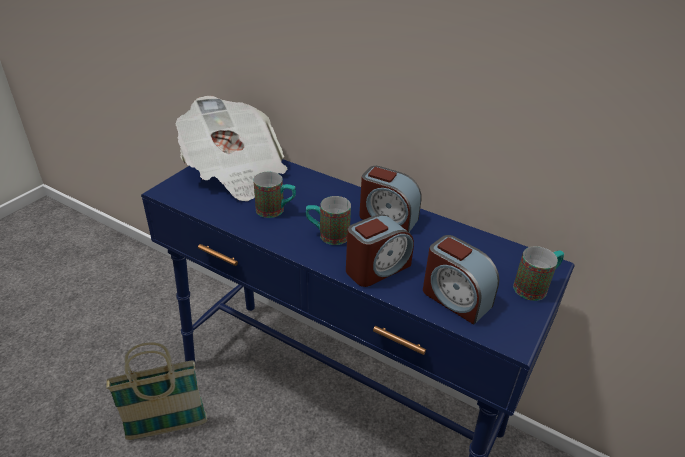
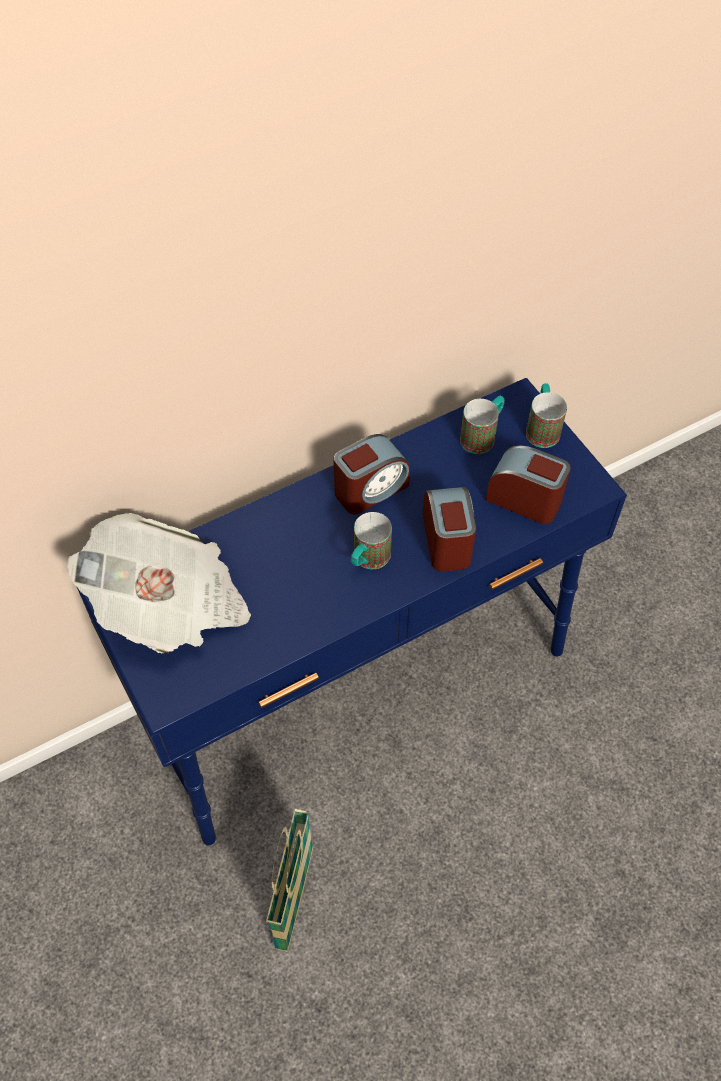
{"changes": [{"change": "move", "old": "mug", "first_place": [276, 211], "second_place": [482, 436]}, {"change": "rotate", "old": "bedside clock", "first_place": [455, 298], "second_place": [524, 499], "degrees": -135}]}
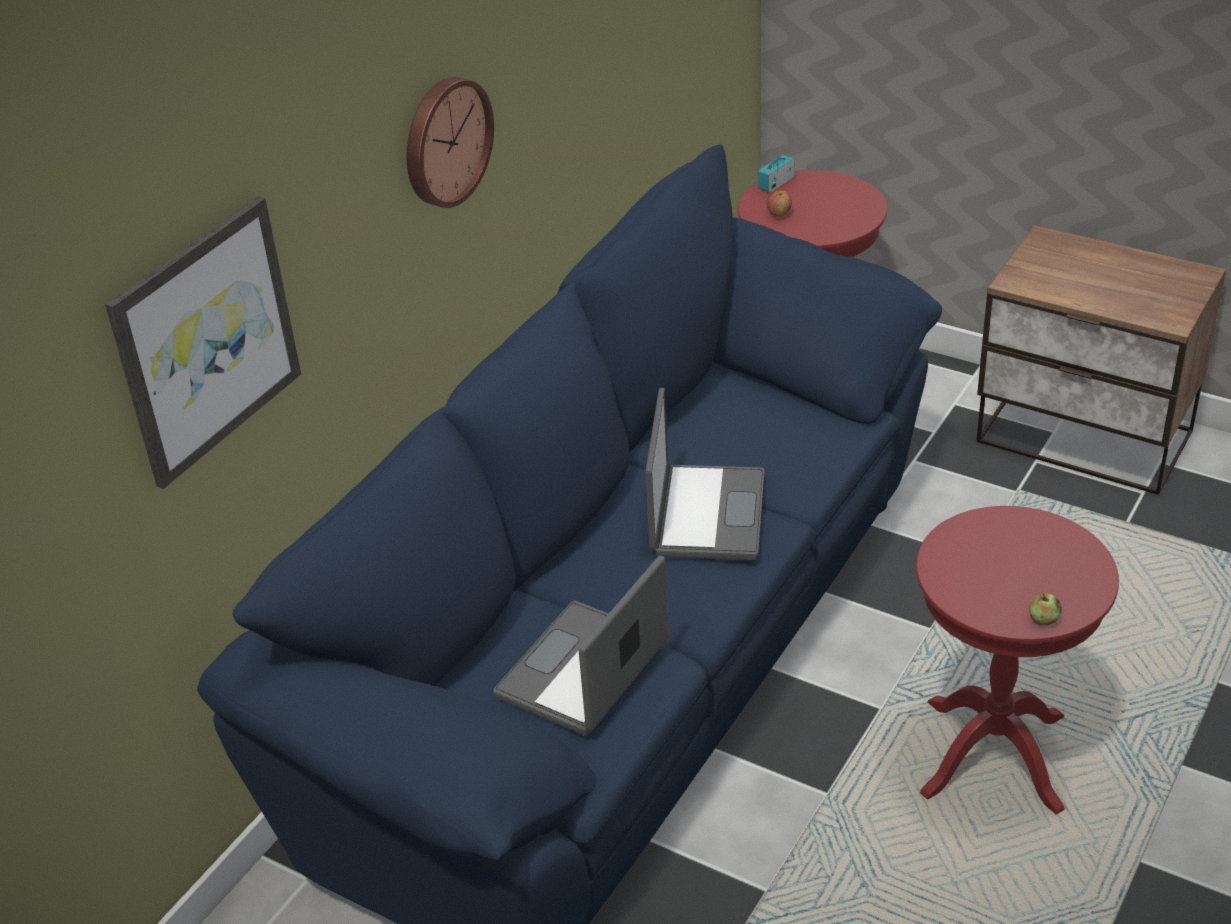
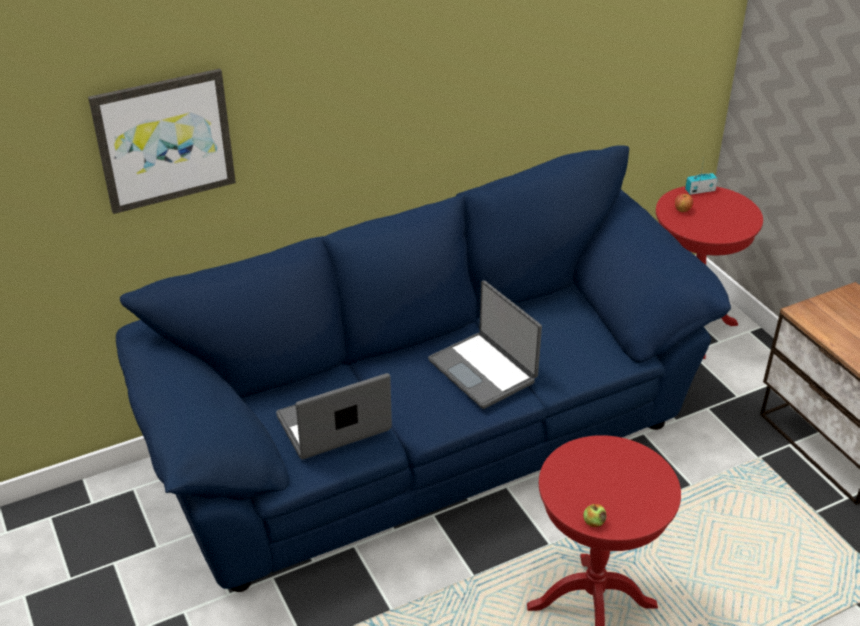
{"changes": [{"change": "rotate", "old": "portable computer", "first_place": [705, 514], "second_place": [484, 370], "degrees": 105}, {"change": "delete", "old": "clock on the wall", "first_place": [444, 141]}]}
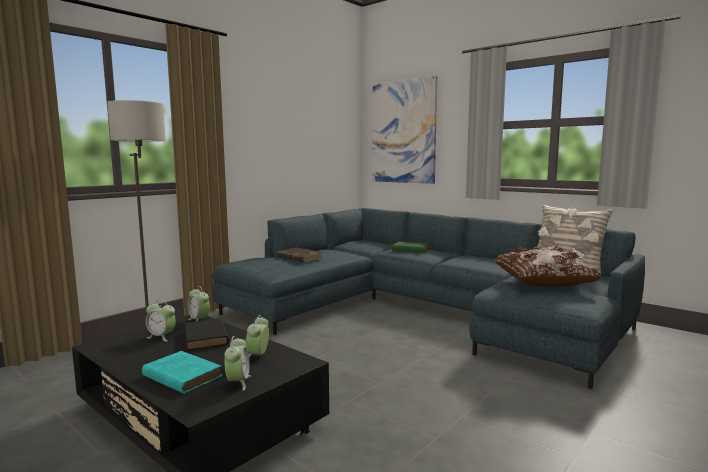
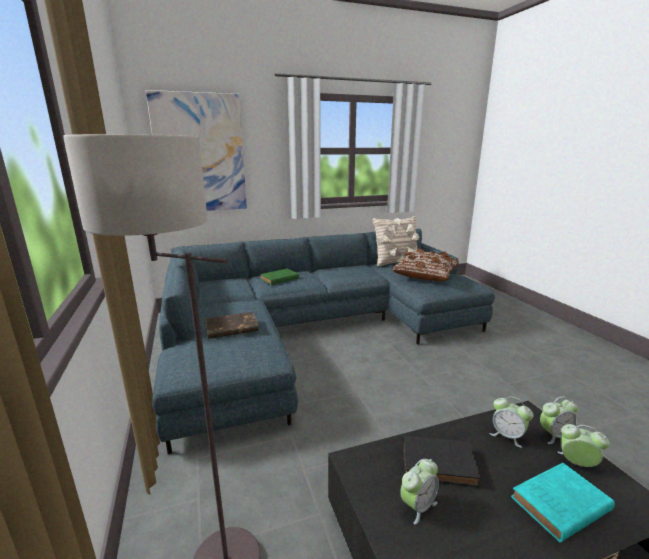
{"changes": [{"change": "move", "old": "bedside clock", "first_place": [199, 320], "second_place": [554, 435]}]}
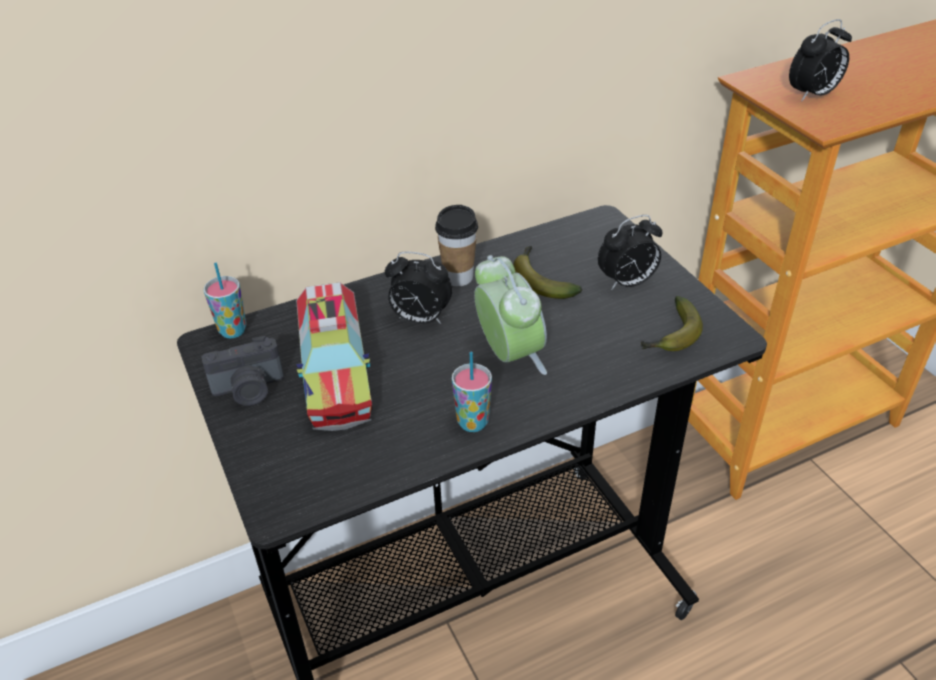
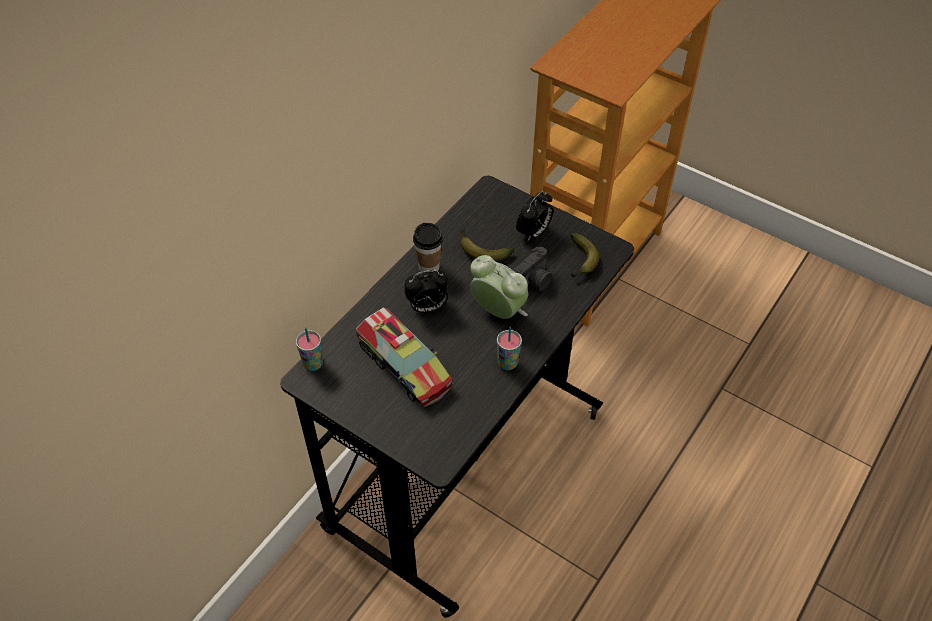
{"changes": [{"change": "move", "old": "still camera", "first_place": [249, 390], "second_place": [533, 282]}, {"change": "delete", "old": "bedside clock", "first_place": [812, 95]}]}
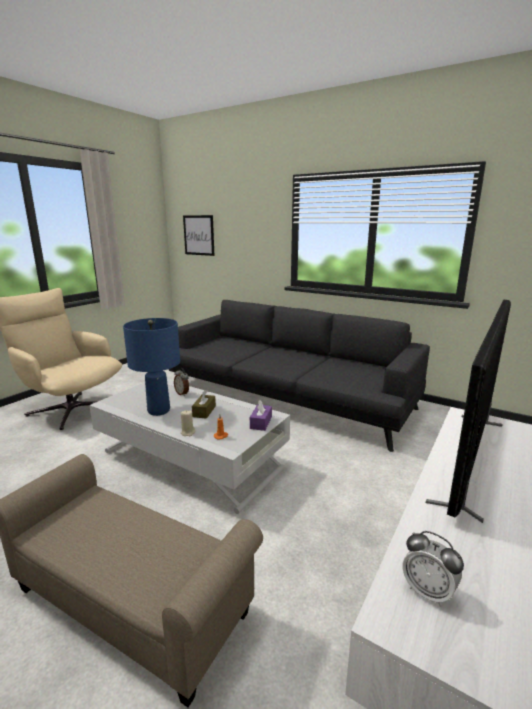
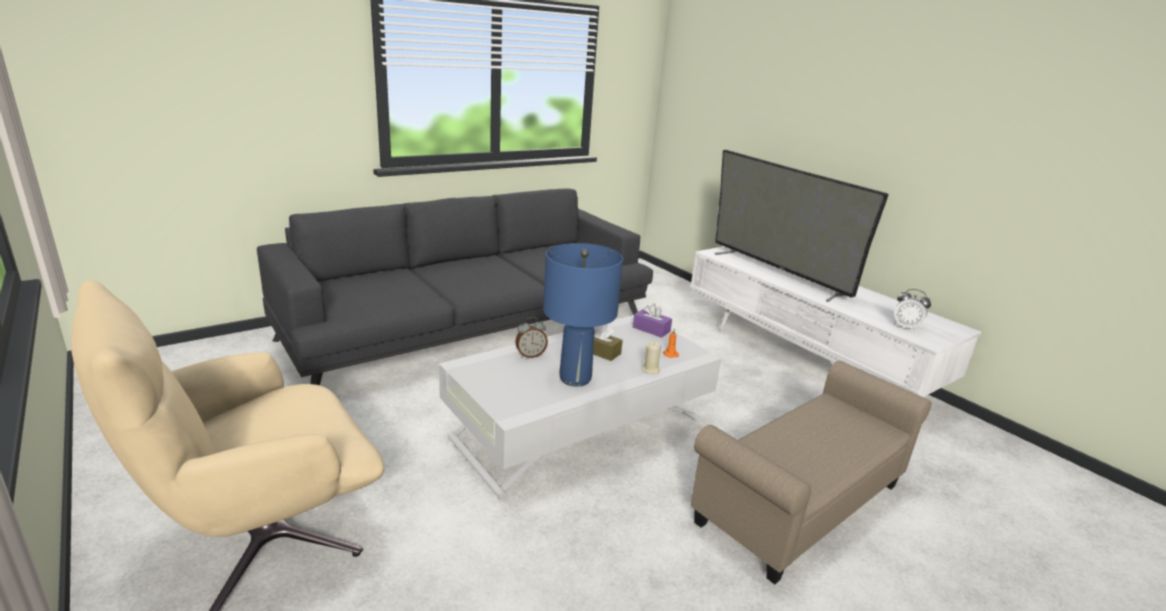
{"changes": [{"change": "rotate", "old": "bedside clock", "first_place": [427, 591], "second_place": [906, 327], "degrees": 60}, {"change": "delete", "old": "picture", "first_place": [199, 235]}]}
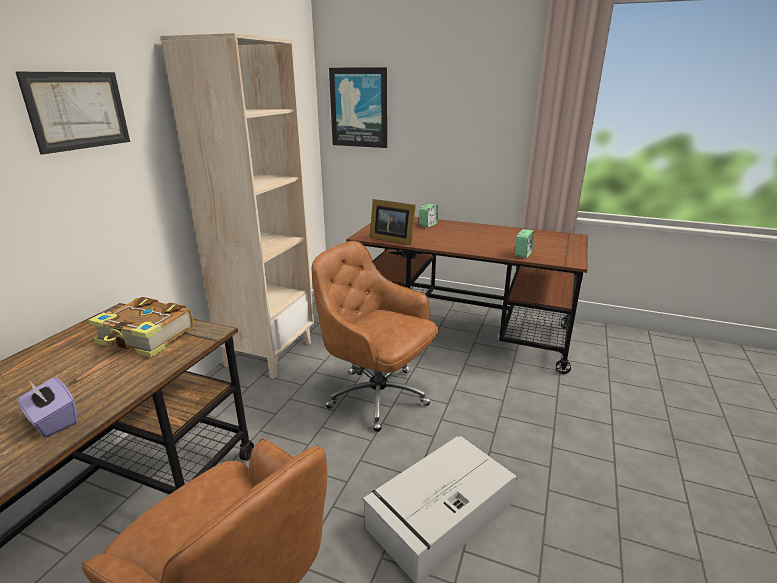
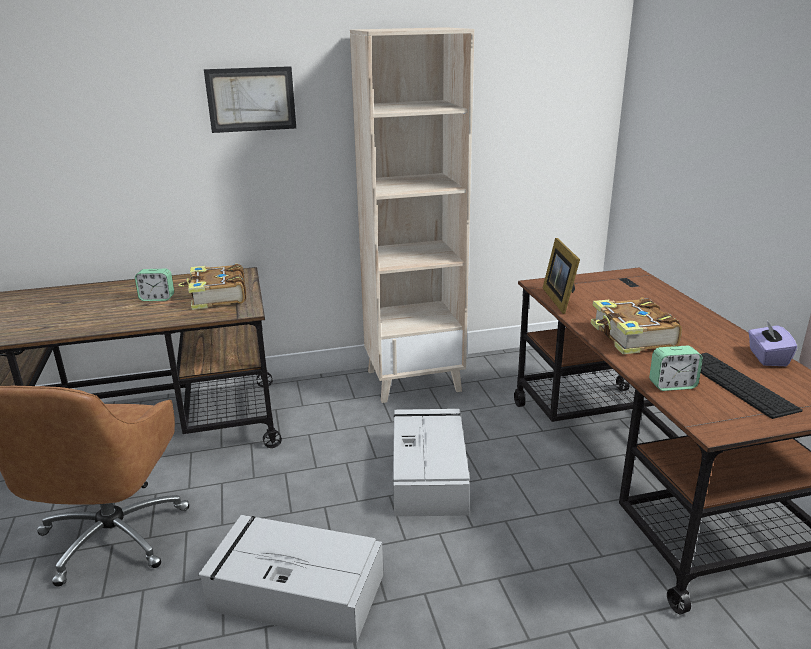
{"changes": [{"change": "move", "old": "bedside clock", "first_place": [428, 225], "second_place": [157, 298]}, {"change": "replace", "old": "desk chair (brown-coloured)", "new": "storage box (greyish)", "first_place": [378, 395], "second_place": [429, 473]}, {"change": "insert", "new": "bound book", "second_place": [632, 337]}, {"change": "insert", "new": "computer keyboard", "second_place": [736, 383]}, {"change": "move", "old": "tissue holder (purple)", "first_place": [53, 421], "second_place": [767, 357]}, {"change": "delete", "old": "picture", "first_place": [359, 108]}]}
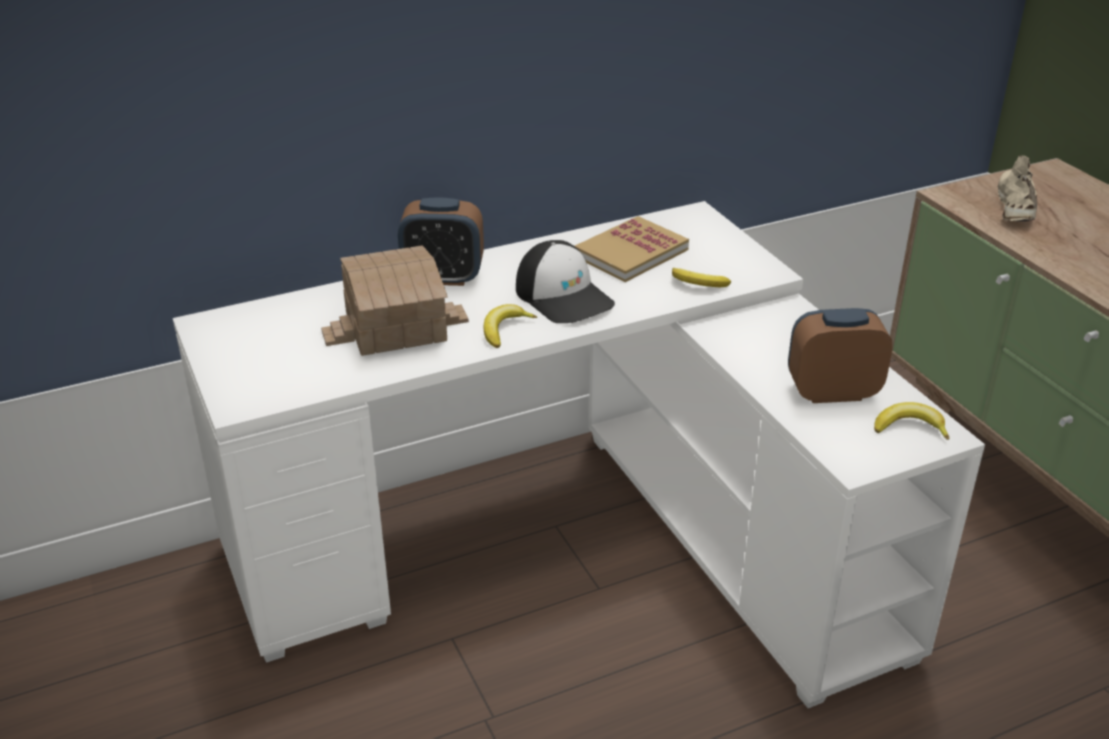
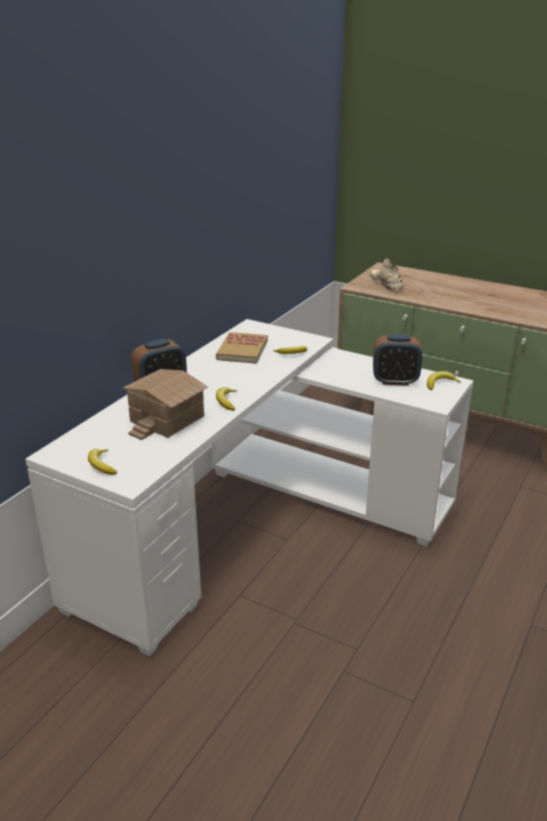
{"changes": [{"change": "insert", "new": "whole banana", "second_place": [101, 465]}, {"change": "rotate", "old": "bedside clock", "first_place": [832, 392], "second_place": [395, 381], "degrees": -135}, {"change": "delete", "old": "baseball cap", "first_place": [564, 296]}]}
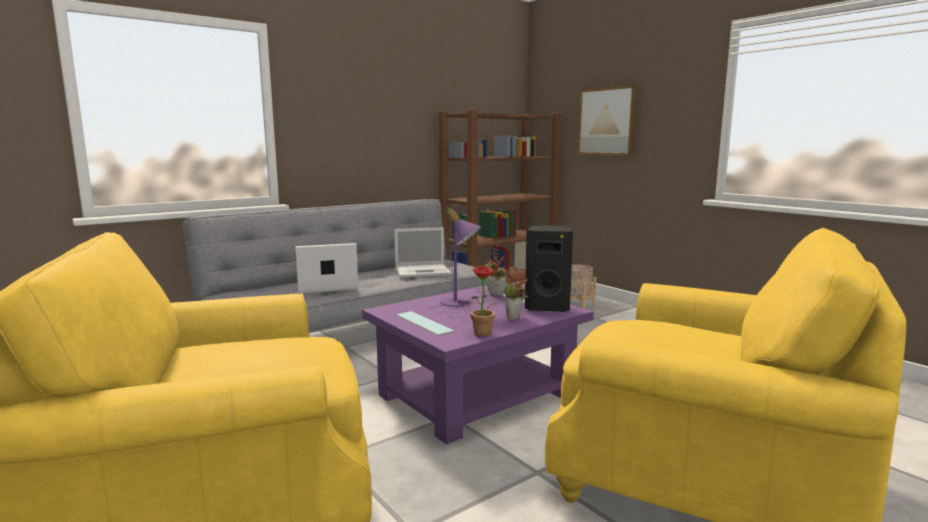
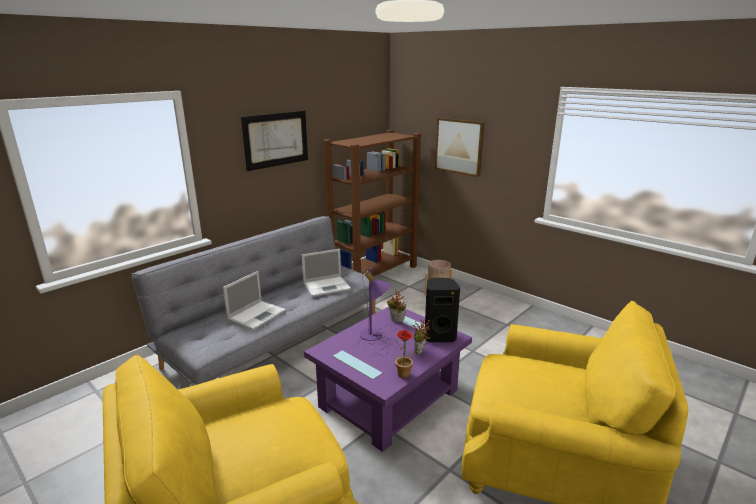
{"changes": [{"change": "rotate", "old": "portable computer", "first_place": [325, 286], "second_place": [257, 314], "degrees": 150}, {"change": "insert", "new": "picture", "second_place": [276, 139]}]}
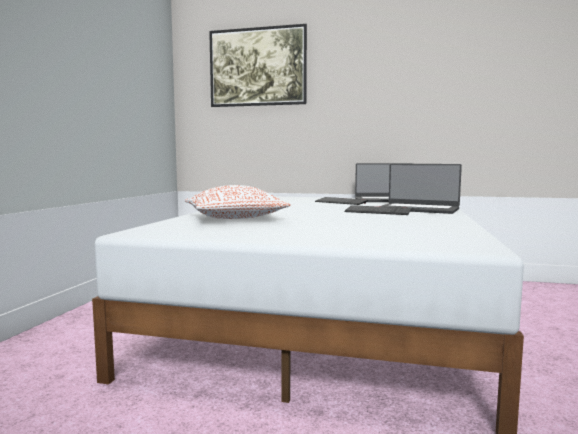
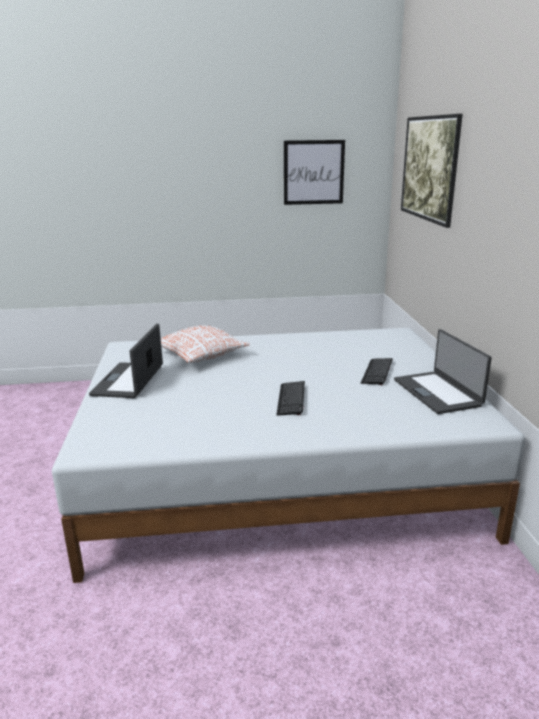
{"changes": [{"change": "move", "old": "portable computer", "first_place": [418, 209], "second_place": [129, 380]}, {"change": "insert", "new": "picture", "second_place": [313, 172]}]}
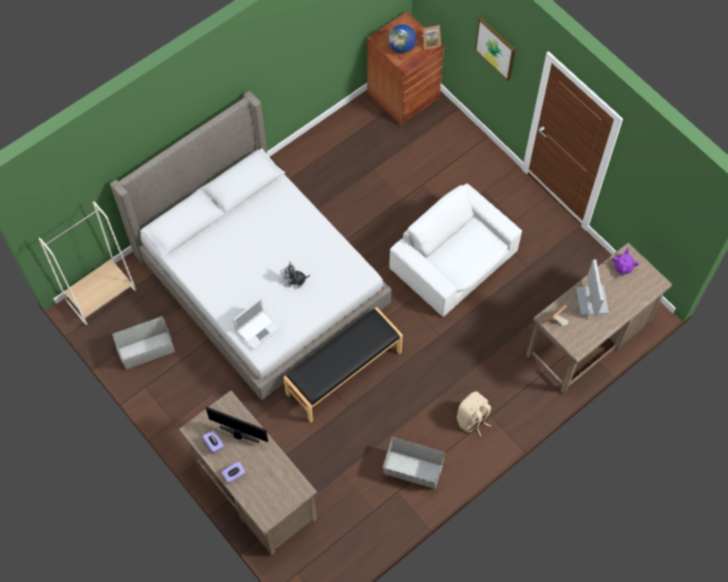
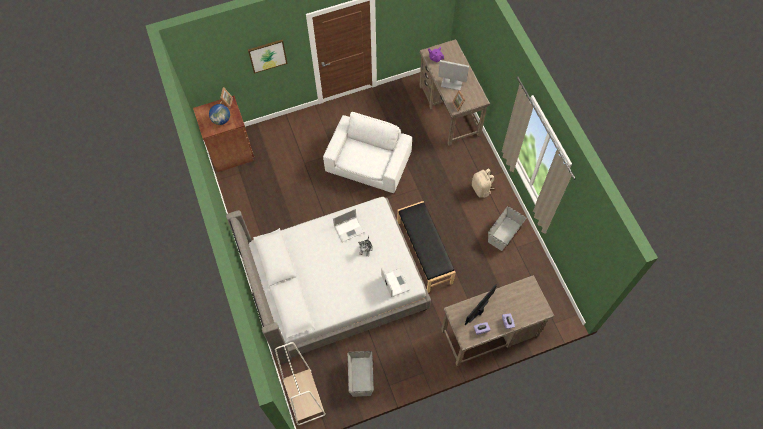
{"changes": [{"change": "rotate", "old": "easy chair (white)", "first_place": [454, 260], "second_place": [368, 162], "degrees": 135}, {"change": "insert", "new": "portable computer", "second_place": [349, 229]}]}
